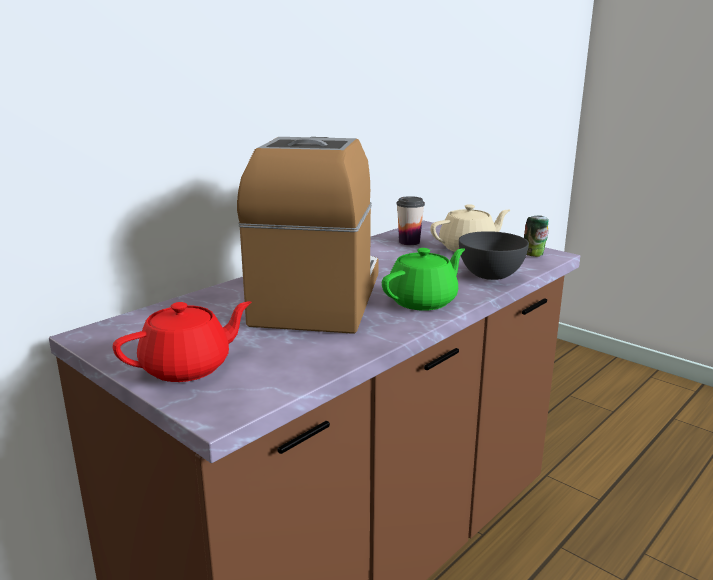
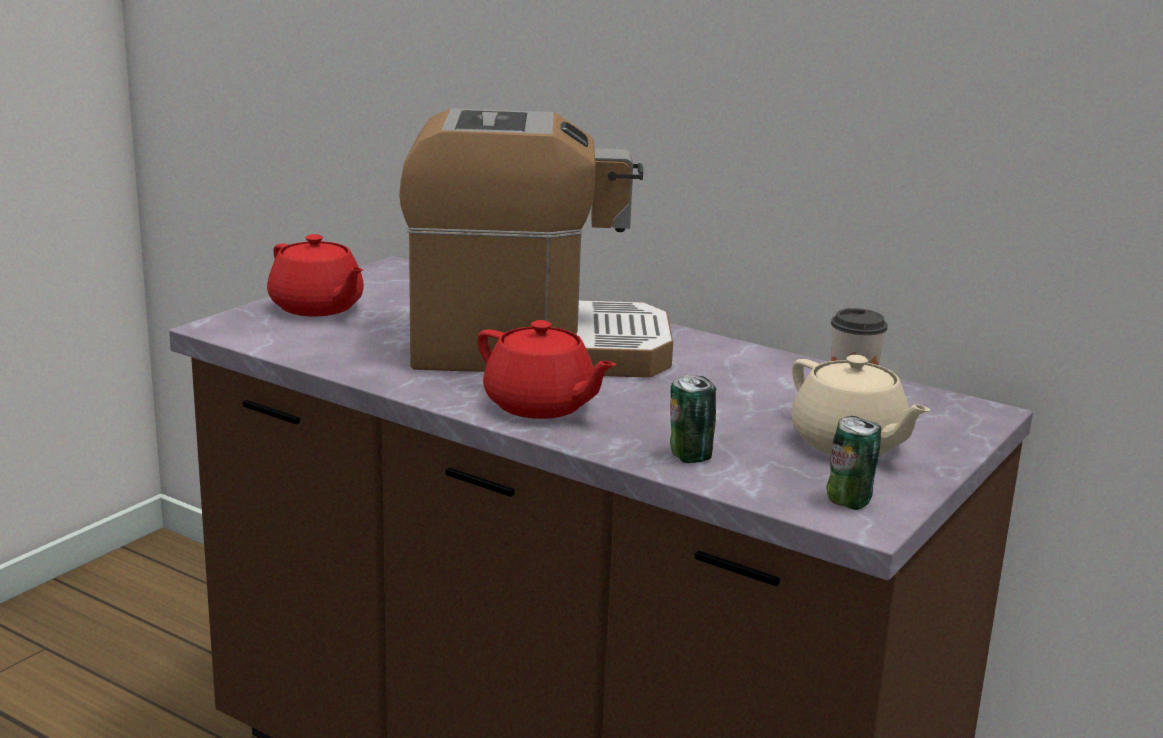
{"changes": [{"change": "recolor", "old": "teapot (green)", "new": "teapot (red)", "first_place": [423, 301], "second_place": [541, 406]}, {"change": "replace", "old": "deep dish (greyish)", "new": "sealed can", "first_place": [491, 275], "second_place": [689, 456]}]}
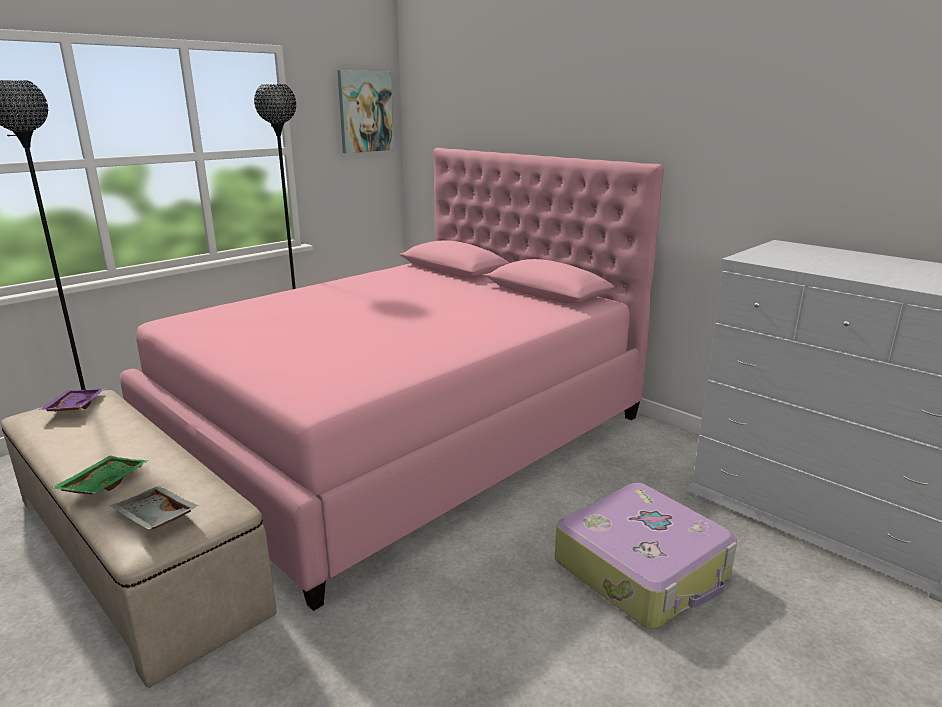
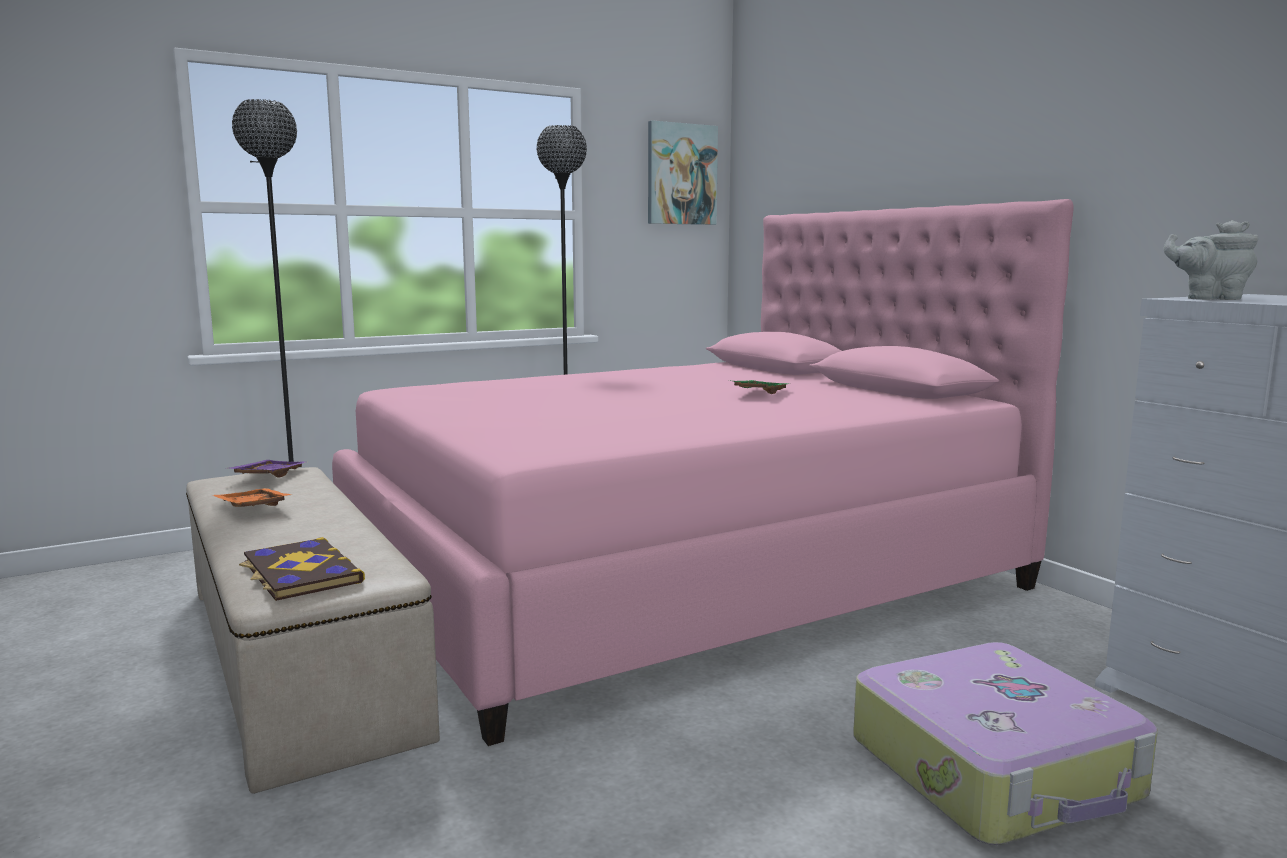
{"changes": [{"change": "insert", "new": "carrying tray (orangey)", "second_place": [251, 509]}, {"change": "replace", "old": "carrying tray (greyish)", "new": "bound book", "first_place": [154, 518], "second_place": [300, 573]}, {"change": "move", "old": "carrying tray (green)", "first_place": [103, 484], "second_place": [758, 393]}, {"change": "insert", "new": "teapot (greyish)", "second_place": [1209, 299]}]}
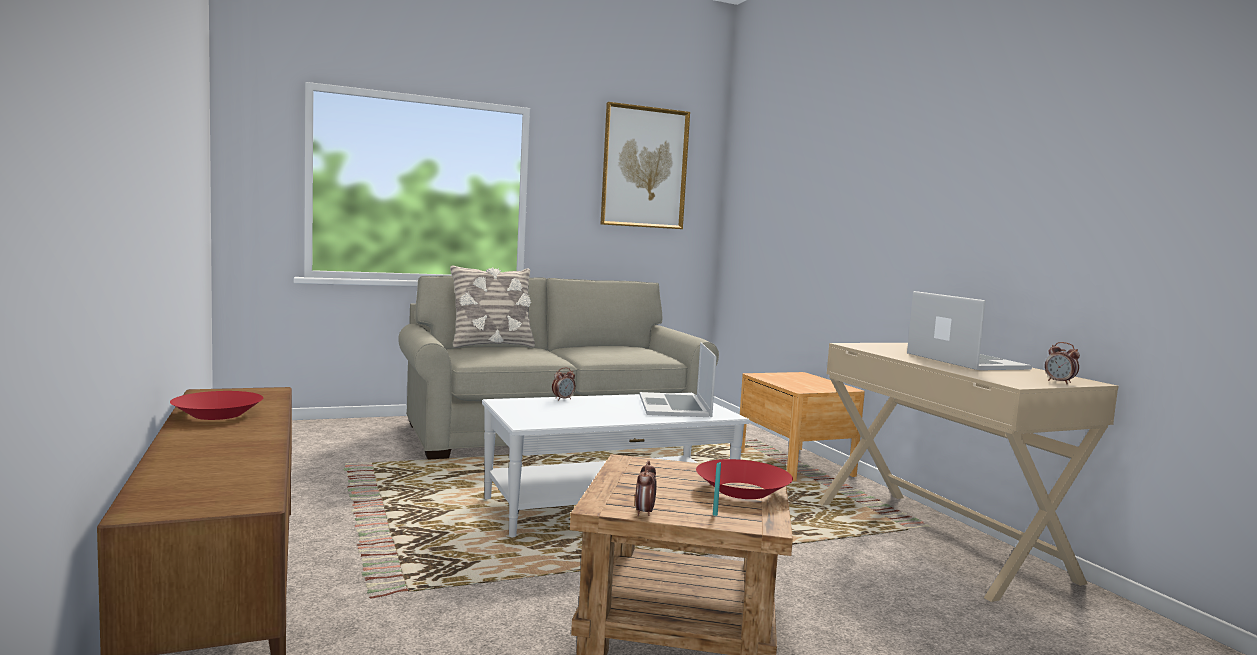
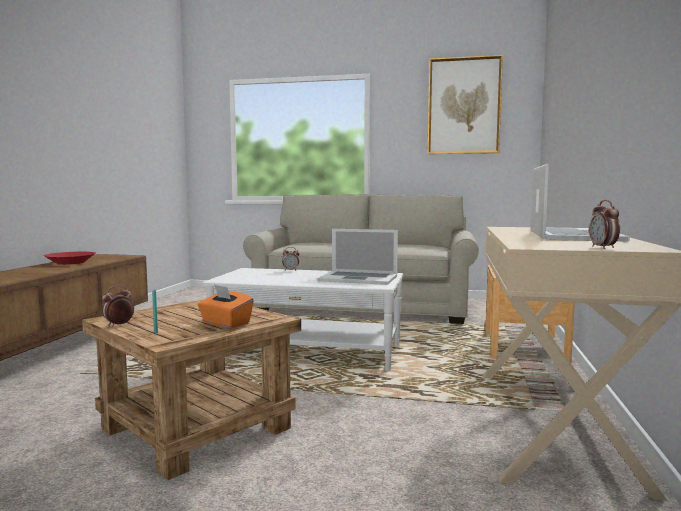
{"changes": [{"change": "replace", "old": "deep dish (red)", "new": "tissue holder (orangey)", "first_place": [743, 490], "second_place": [225, 323]}, {"change": "rotate", "old": "portable computer", "first_place": [675, 406], "second_place": [358, 278], "degrees": -105}, {"change": "delete", "old": "cushion (sand-coloured)", "first_place": [492, 346]}]}
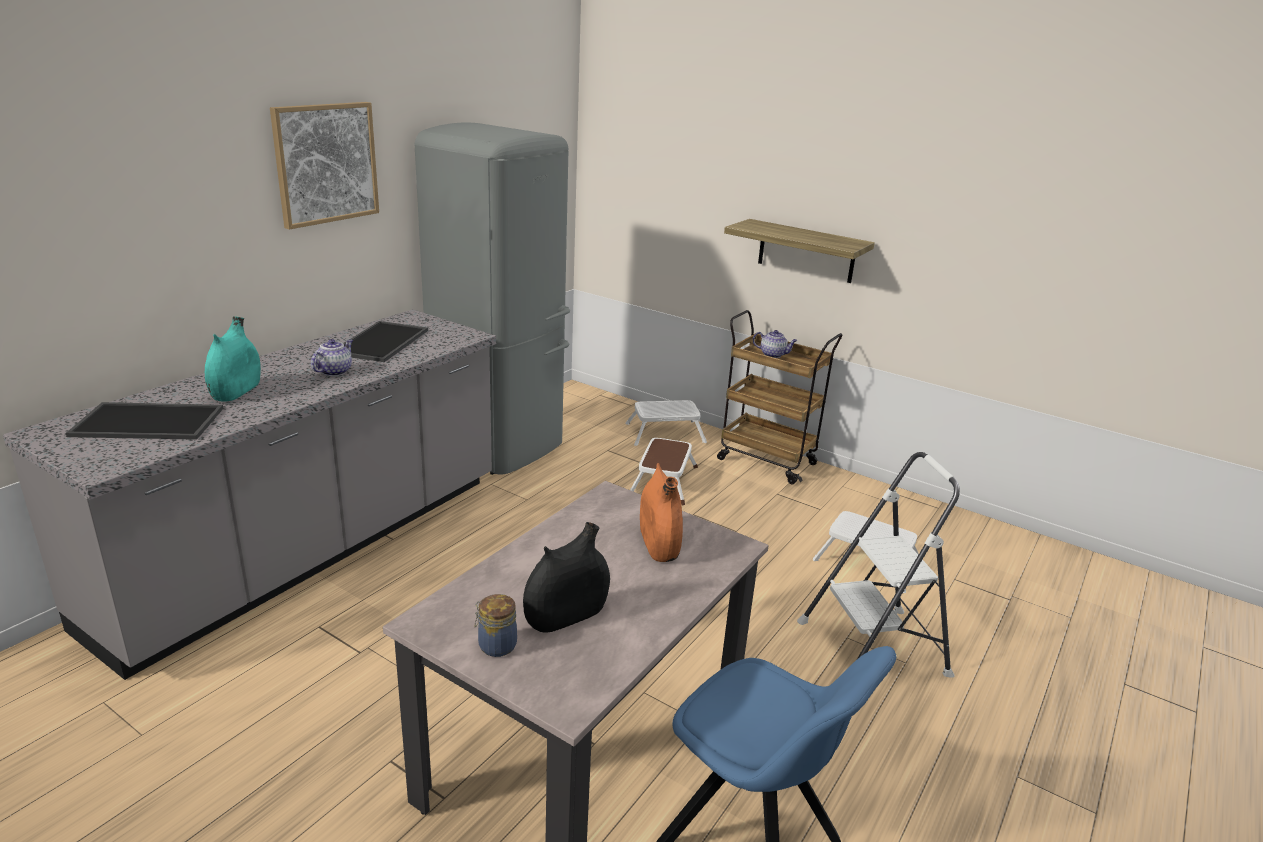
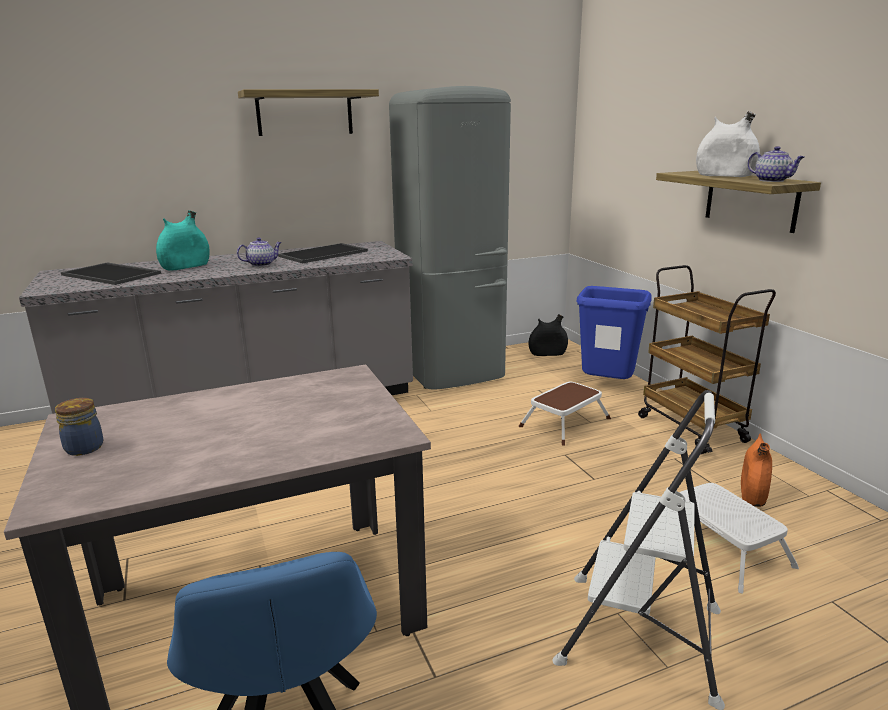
{"changes": [{"change": "replace", "old": "picture", "new": "wall shelf", "first_place": [326, 163], "second_place": [305, 113]}, {"change": "move", "old": "flower vase (black-coloured)", "first_place": [566, 615], "second_place": [547, 354]}, {"change": "replace", "old": "stepladder (white)", "new": "waste bin (blue)", "first_place": [665, 433], "second_place": [607, 387]}, {"change": "insert", "new": "flower vase (white)", "second_place": [724, 176]}, {"change": "move", "old": "flower vase (orangey)", "first_place": [658, 544], "second_place": [752, 494]}, {"change": "move", "old": "teapot", "first_place": [773, 355], "second_place": [772, 181]}]}
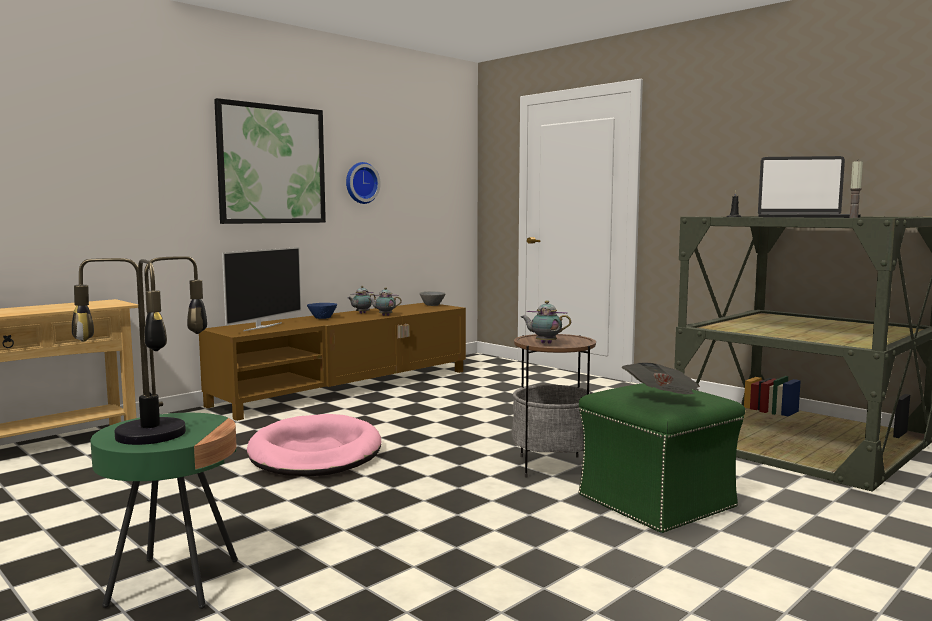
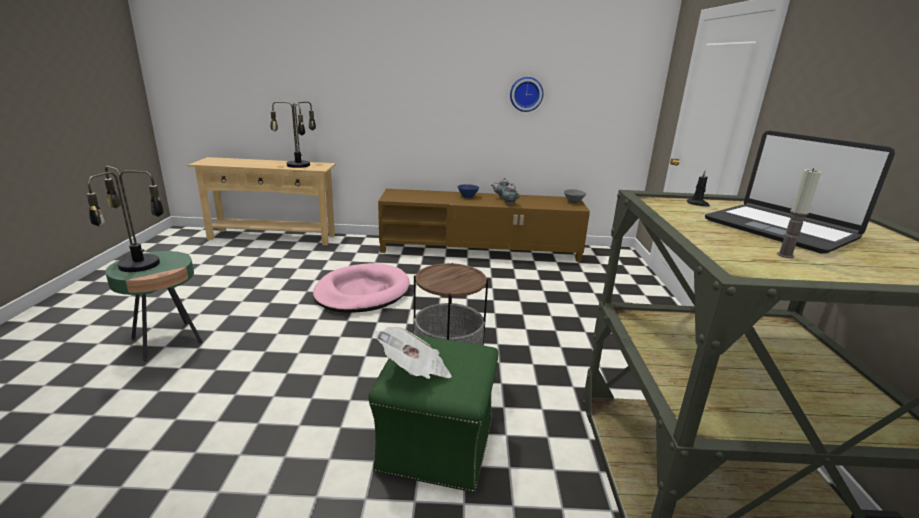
{"changes": [{"change": "insert", "new": "table lamp", "second_place": [298, 165]}, {"change": "delete", "old": "picture", "first_place": [272, 164]}, {"change": "delete", "old": "television", "first_place": [262, 327]}, {"change": "delete", "old": "teapot", "first_place": [544, 343]}]}
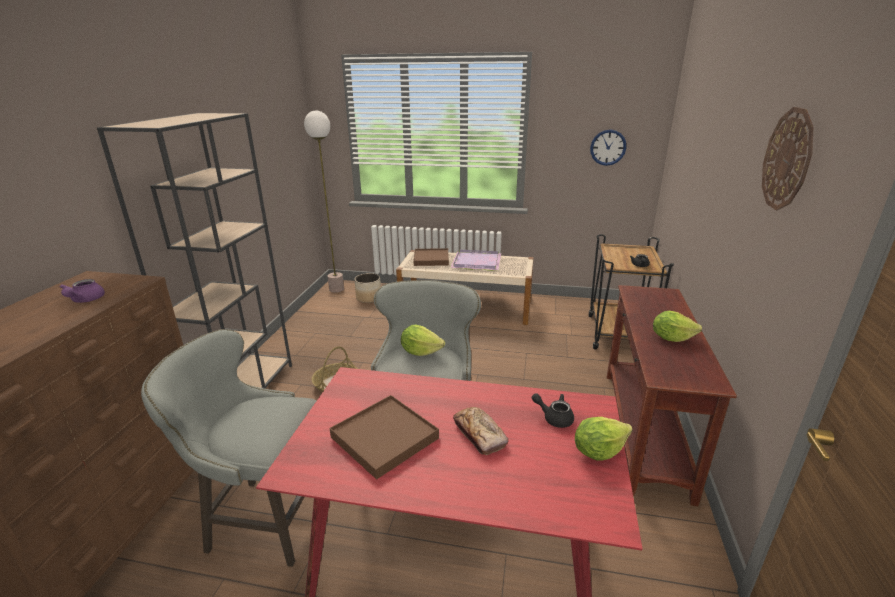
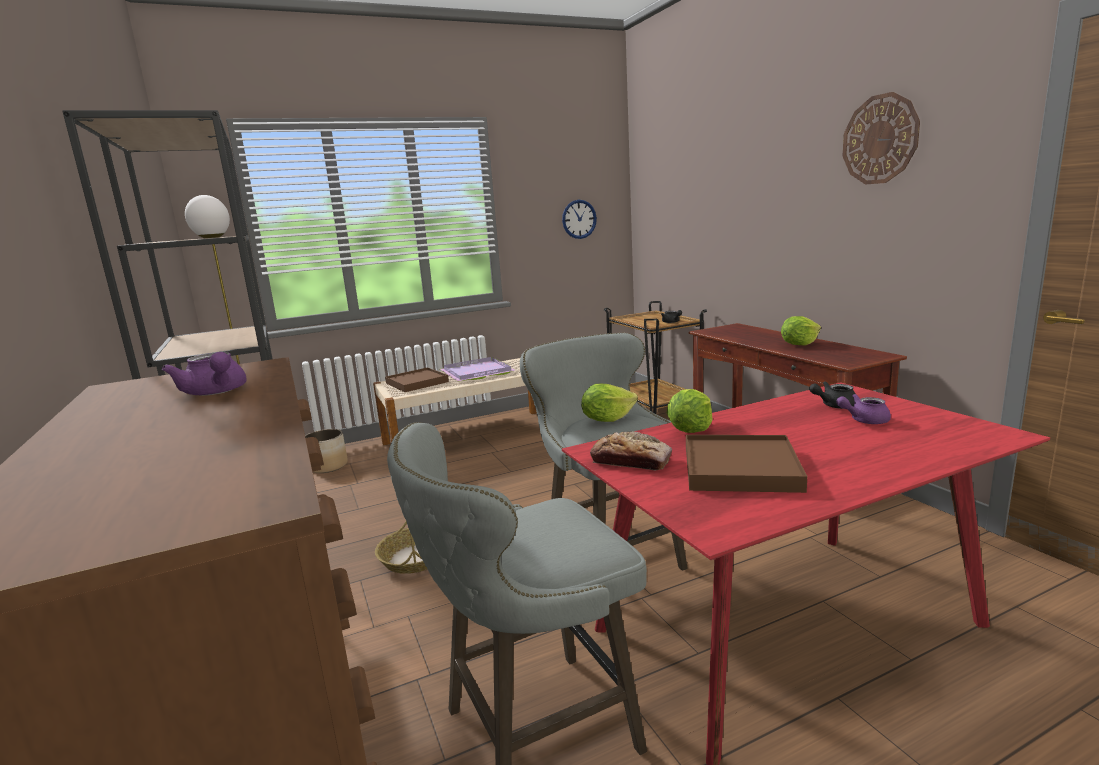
{"changes": [{"change": "move", "old": "baked bread", "first_place": [479, 435], "second_place": [631, 461]}, {"change": "move", "old": "head of lettuce", "first_place": [598, 451], "second_place": [691, 430]}, {"change": "insert", "new": "teapot (purple)", "second_place": [863, 420]}]}
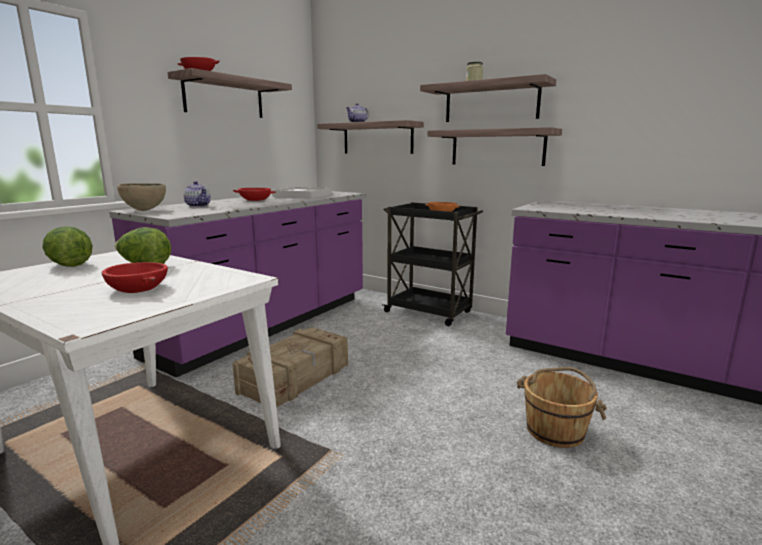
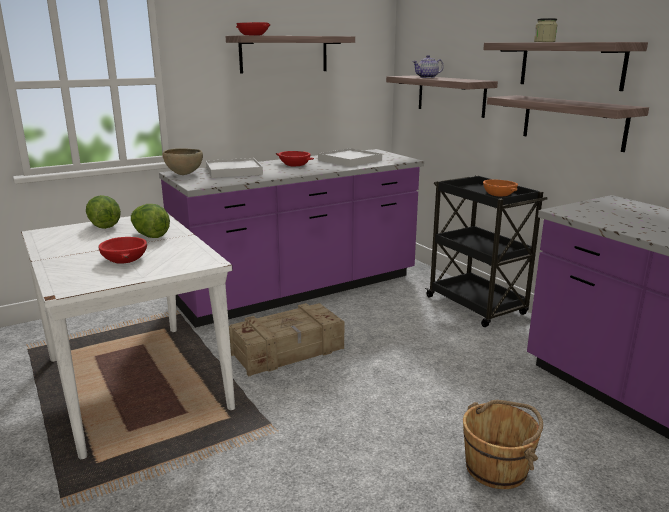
{"changes": [{"change": "replace", "old": "teapot", "new": "carrying tray (white)", "first_place": [198, 206], "second_place": [234, 171]}]}
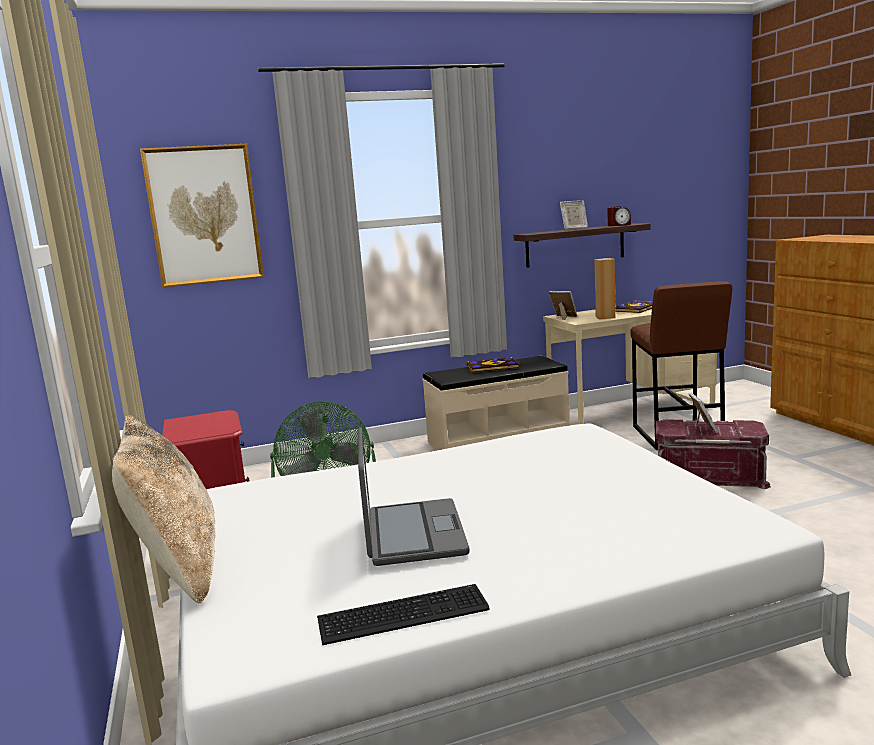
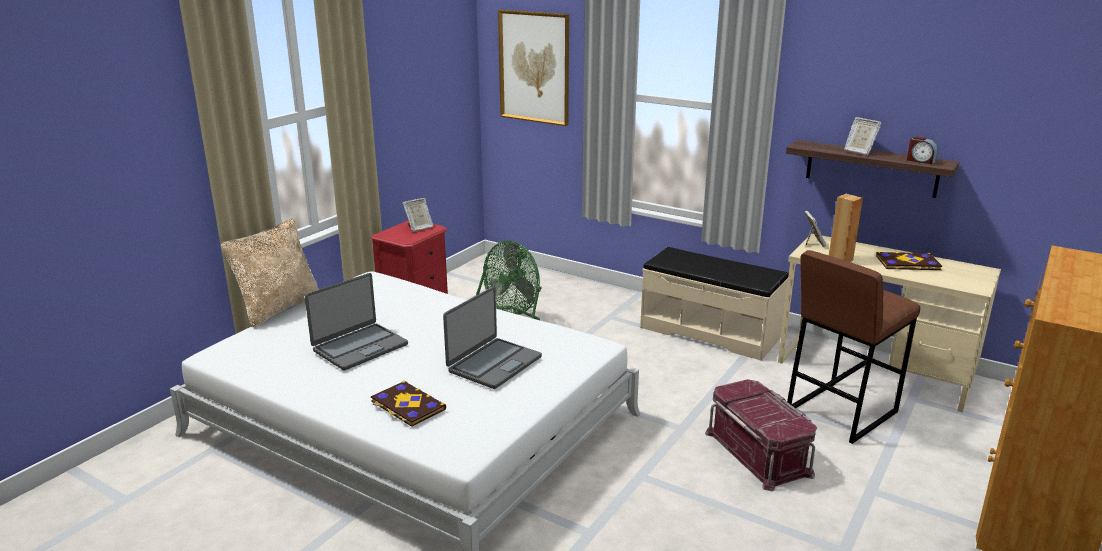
{"changes": [{"change": "move", "old": "bound book", "first_place": [492, 367], "second_place": [407, 406]}, {"change": "move", "old": "photo frame", "first_place": [703, 430], "second_place": [419, 228]}, {"change": "insert", "new": "portable computer", "second_place": [494, 364]}, {"change": "delete", "old": "computer keyboard", "first_place": [400, 612]}]}
